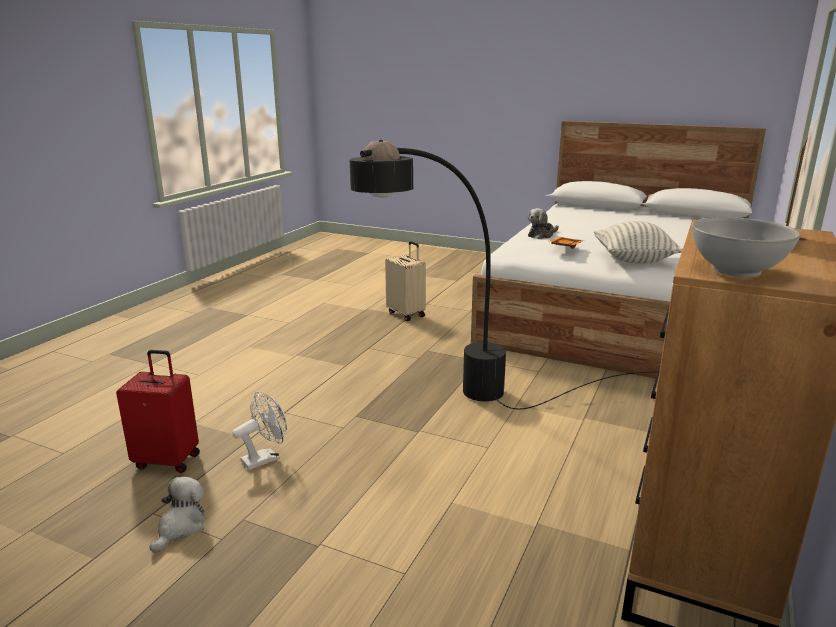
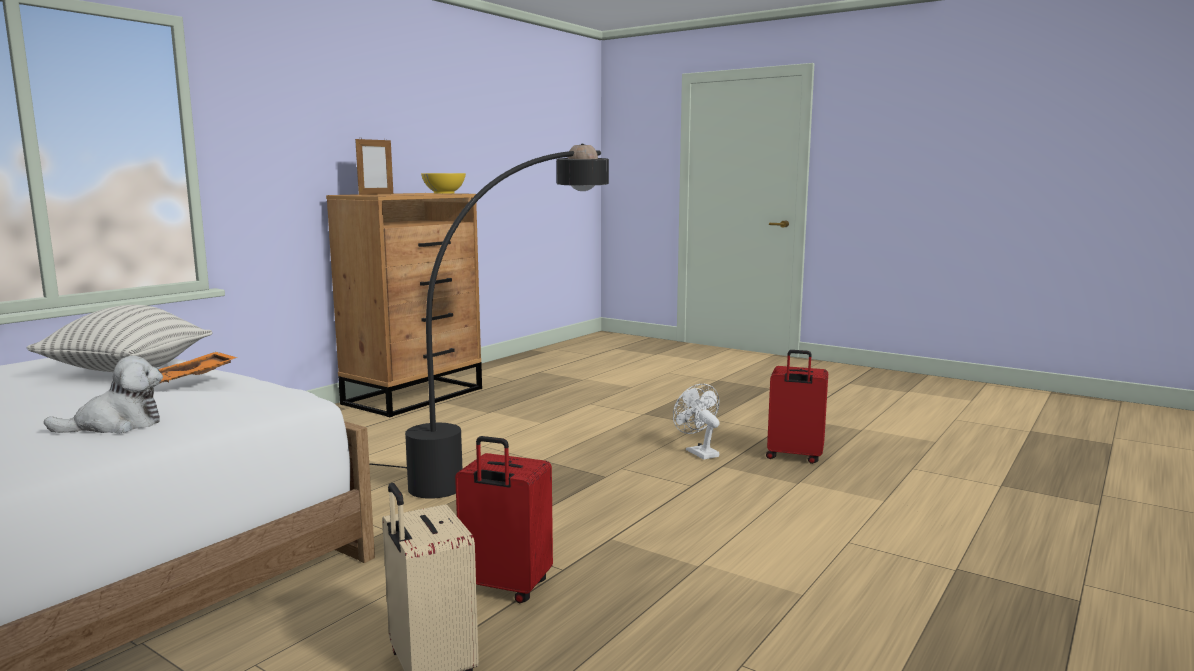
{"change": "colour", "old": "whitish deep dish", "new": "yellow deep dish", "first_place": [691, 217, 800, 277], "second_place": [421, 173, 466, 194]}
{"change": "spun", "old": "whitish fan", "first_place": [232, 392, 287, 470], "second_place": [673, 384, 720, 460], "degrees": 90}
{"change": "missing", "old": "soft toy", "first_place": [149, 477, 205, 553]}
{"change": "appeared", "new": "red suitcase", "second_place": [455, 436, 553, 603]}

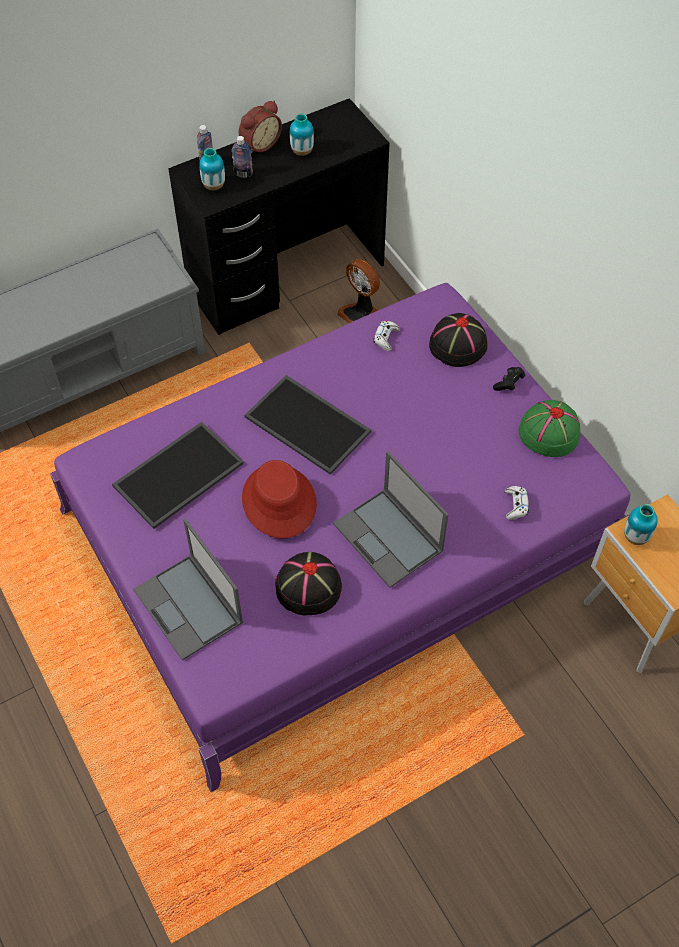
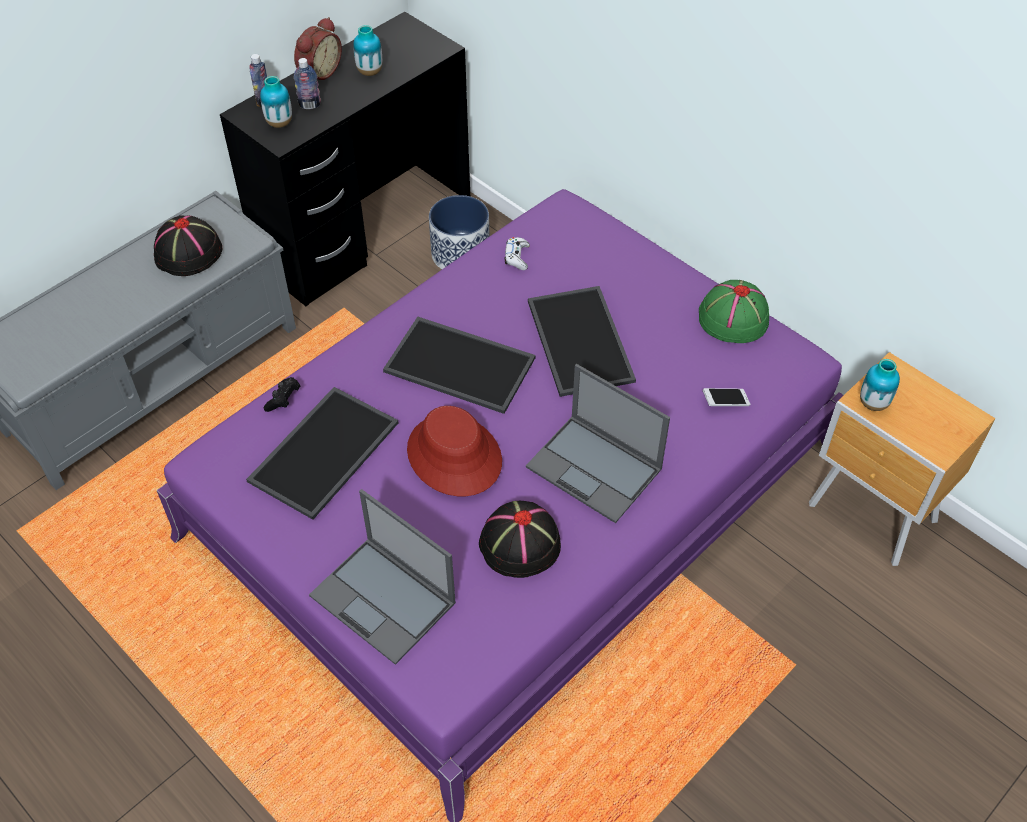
{"change": "exchanged", "old": "fan", "new": "plant pot", "first_place": [337, 259, 380, 323], "second_place": [429, 195, 490, 269]}
{"change": "relocated", "old": "black hat", "first_place": [429, 313, 488, 367], "second_place": [154, 216, 223, 276]}
{"change": "relocated", "old": "black game controller", "first_place": [493, 367, 525, 391], "second_place": [264, 377, 300, 412]}
{"change": "exchanged", "old": "whitish game controller", "new": "handset", "first_place": [504, 486, 529, 520], "second_place": [702, 388, 751, 406]}
{"change": "appeared", "new": "serving tray", "second_place": [528, 286, 636, 397]}

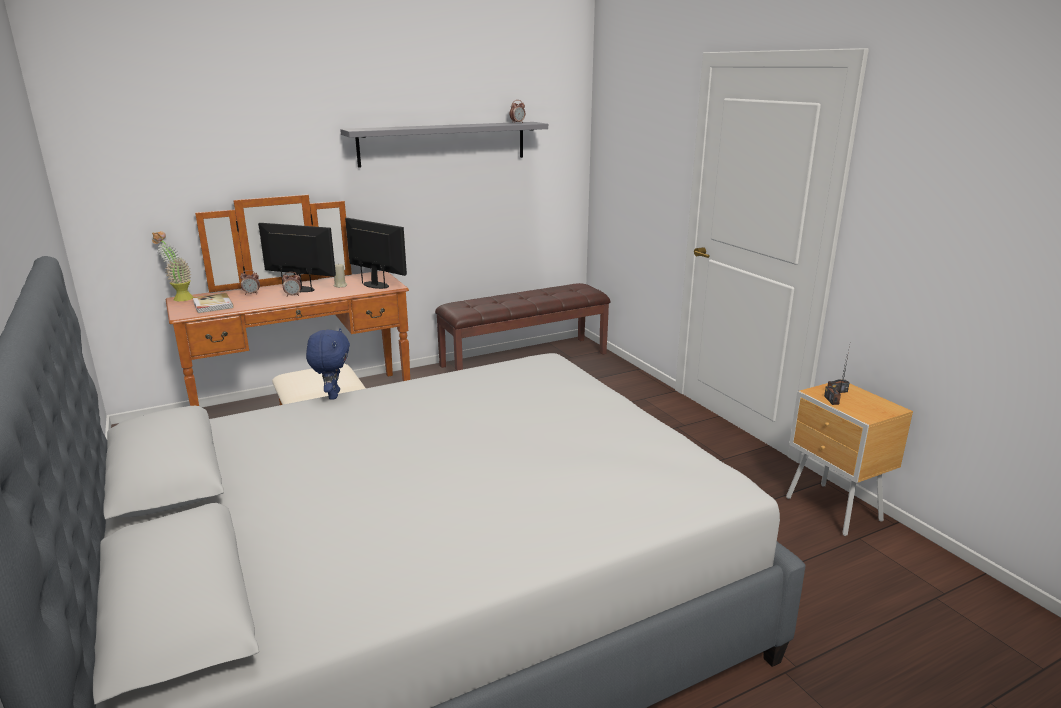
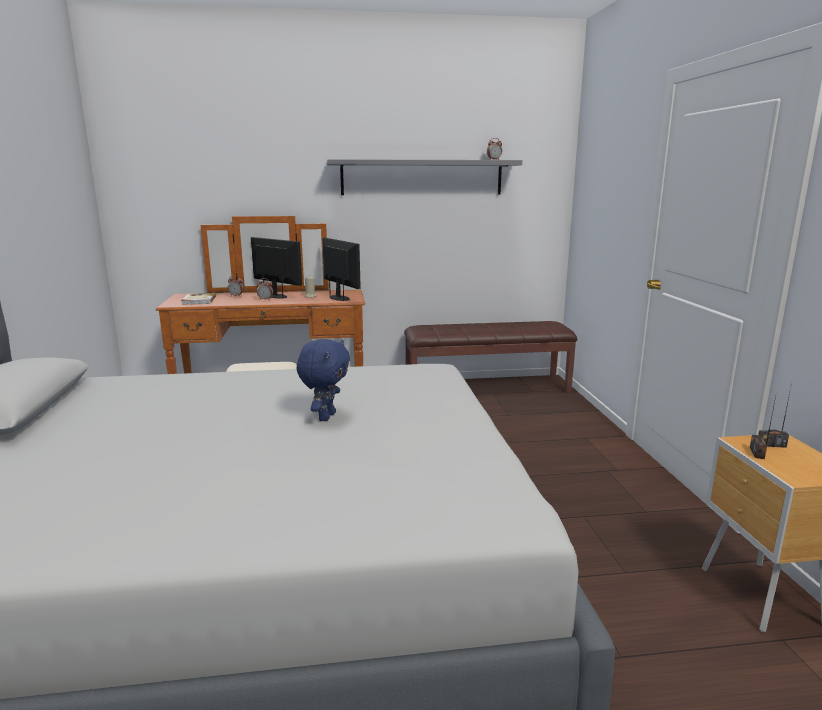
{"change": "missing", "old": "plant in a pot", "first_place": [152, 231, 193, 301]}
{"change": "relocated", "old": "blue soft toy", "first_place": [306, 328, 350, 400], "second_place": [297, 339, 350, 421]}

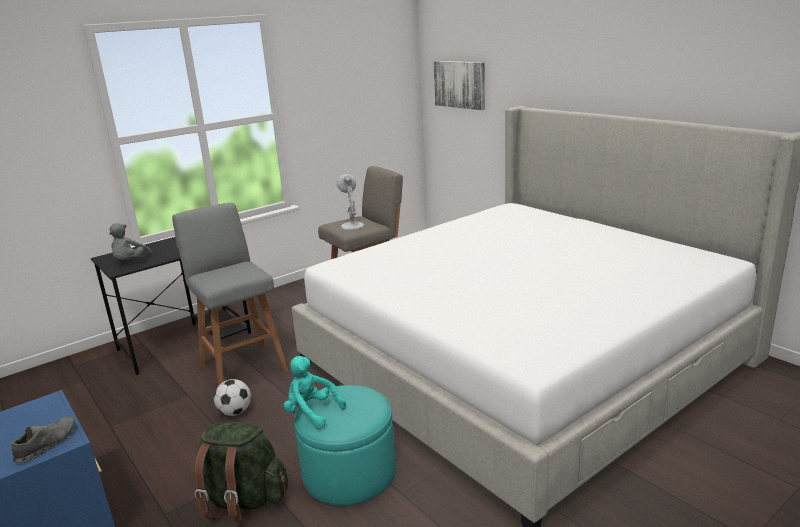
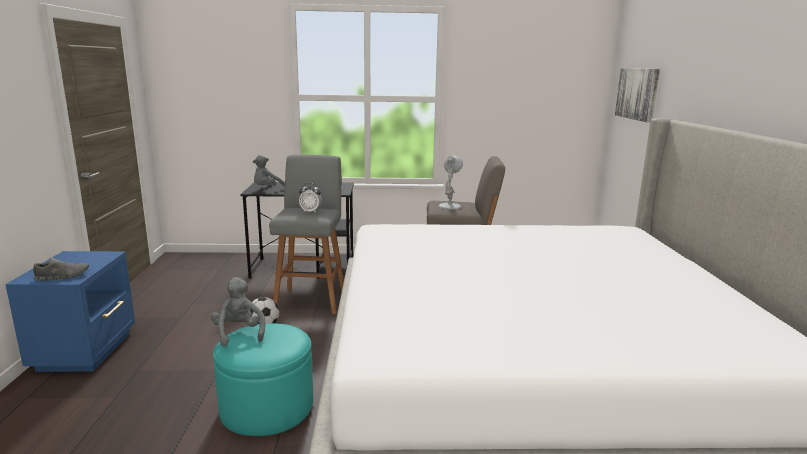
{"change": "colour", "old": "turquoise soft toy", "new": "grey soft toy", "first_place": [284, 356, 346, 428], "second_place": [211, 277, 265, 347]}
{"change": "missing", "old": "green rucksack", "first_place": [194, 421, 288, 522]}
{"change": "appeared", "new": "table clock", "second_place": [299, 183, 322, 213]}

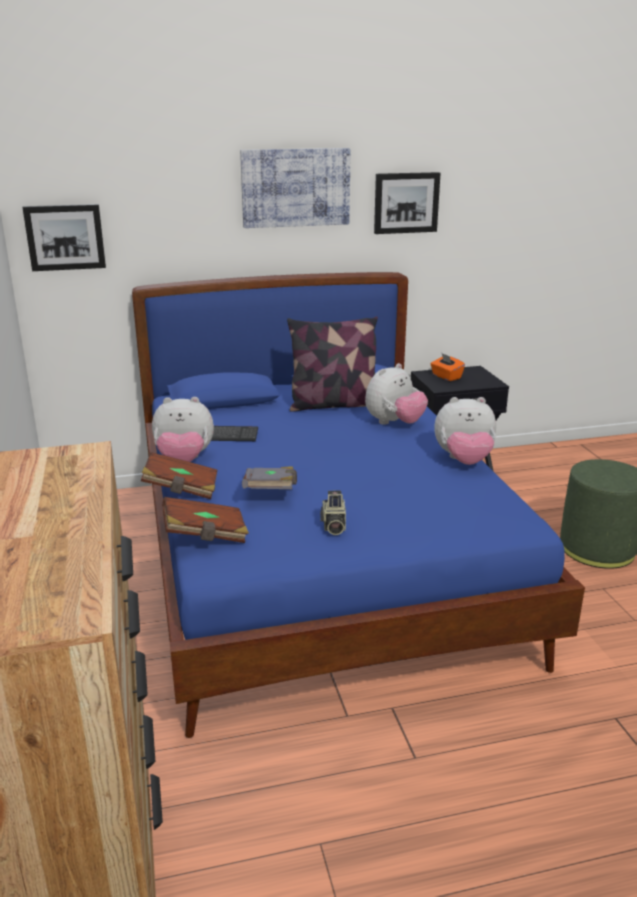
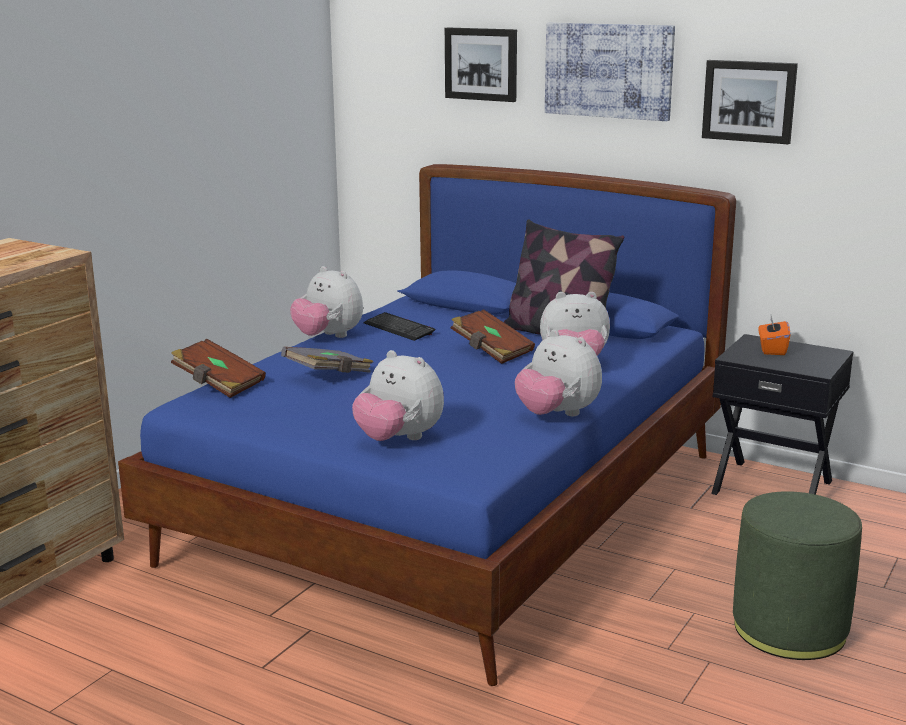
{"change": "relocated", "old": "wall picture", "first_place": [22, 204, 106, 271], "second_place": [445, 28, 517, 102]}
{"change": "relocated", "old": "brown volume", "first_place": [141, 452, 218, 499], "second_place": [451, 309, 535, 364]}
{"change": "missing", "old": "photo camera", "first_place": [320, 491, 346, 535]}
{"change": "appeared", "new": "soft toy", "second_place": [352, 350, 444, 441]}

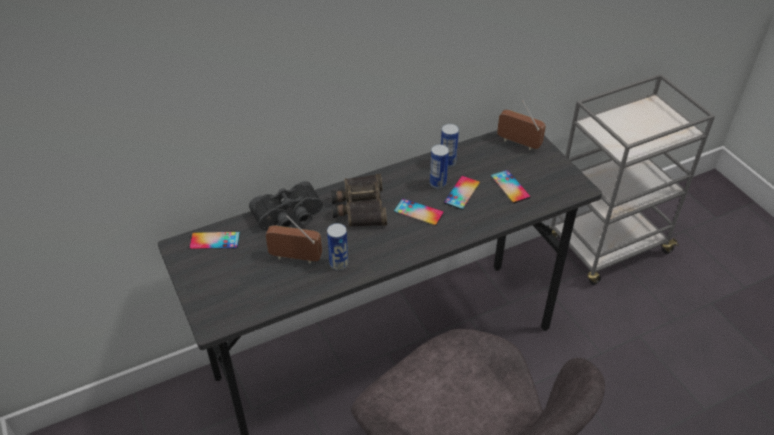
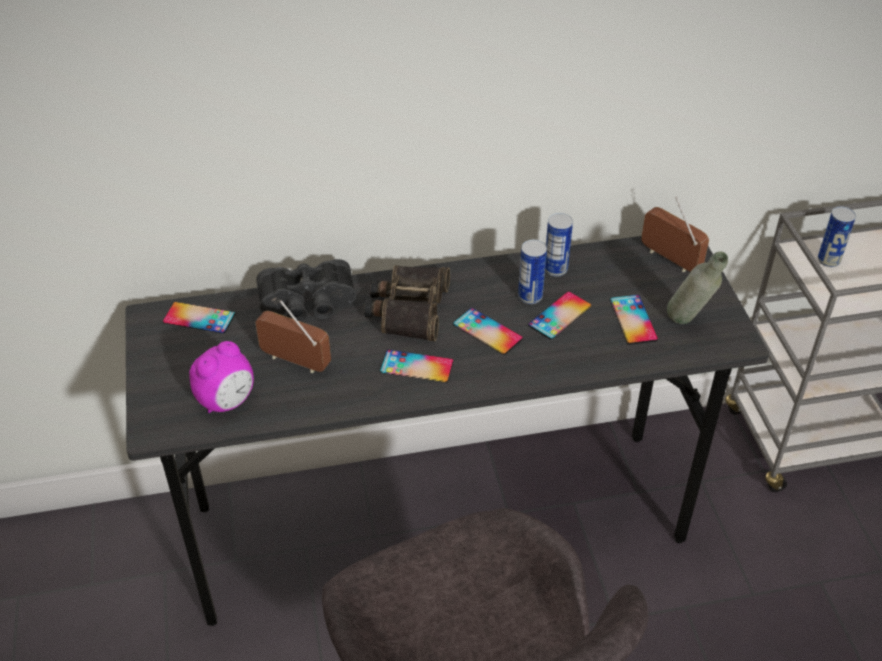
{"change": "relocated", "old": "metal can", "first_place": [327, 223, 348, 270], "second_place": [818, 207, 856, 267]}
{"change": "appeared", "new": "grey drink bottle", "second_place": [667, 251, 728, 324]}
{"change": "appeared", "new": "table clock", "second_place": [189, 341, 254, 413]}
{"change": "appeared", "new": "handset", "second_place": [380, 350, 453, 383]}

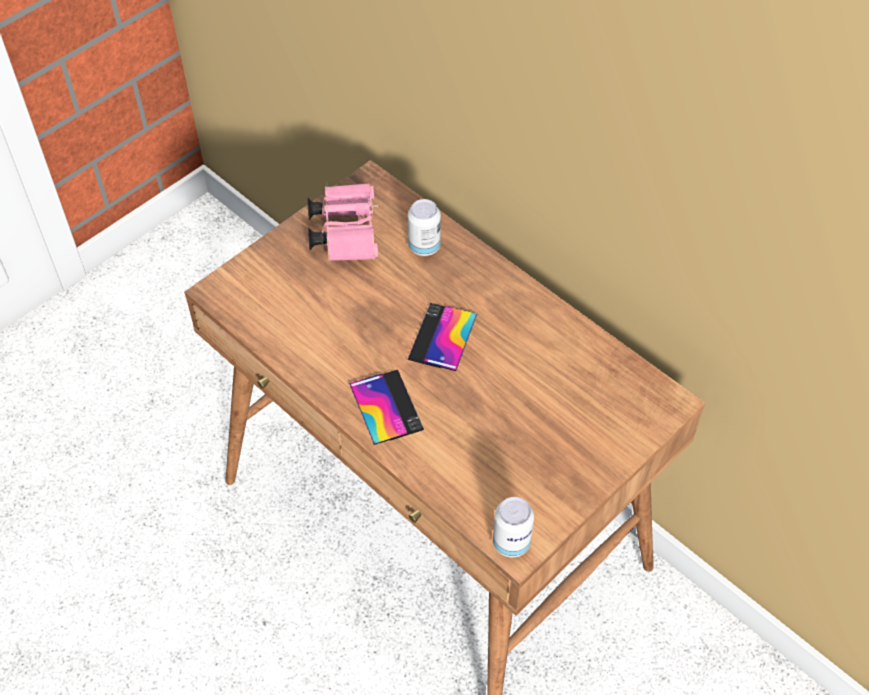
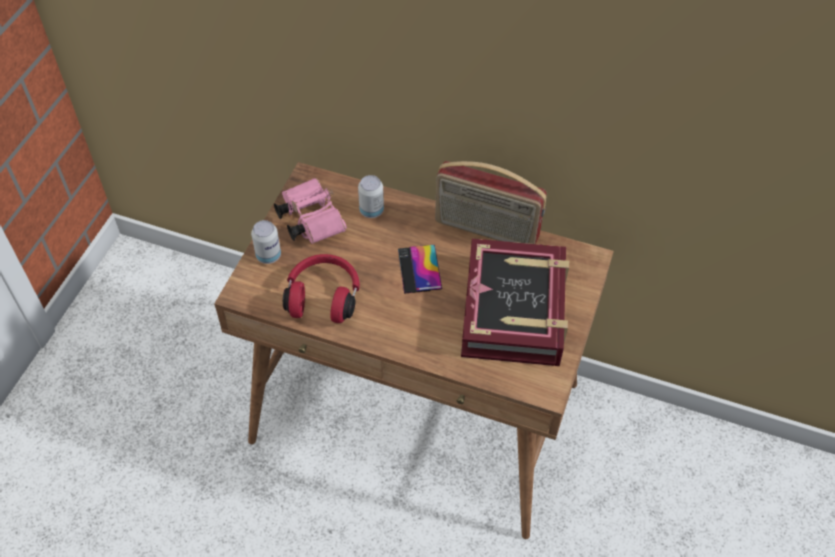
{"change": "missing", "old": "handset", "first_place": [349, 370, 424, 445]}
{"change": "relocated", "old": "metal can", "first_place": [493, 497, 534, 557], "second_place": [251, 220, 281, 264]}
{"change": "appeared", "new": "radio set", "second_place": [435, 161, 547, 244]}
{"change": "appeared", "new": "volume", "second_place": [461, 239, 569, 366]}
{"change": "appeared", "new": "red headphones", "second_place": [283, 254, 360, 323]}

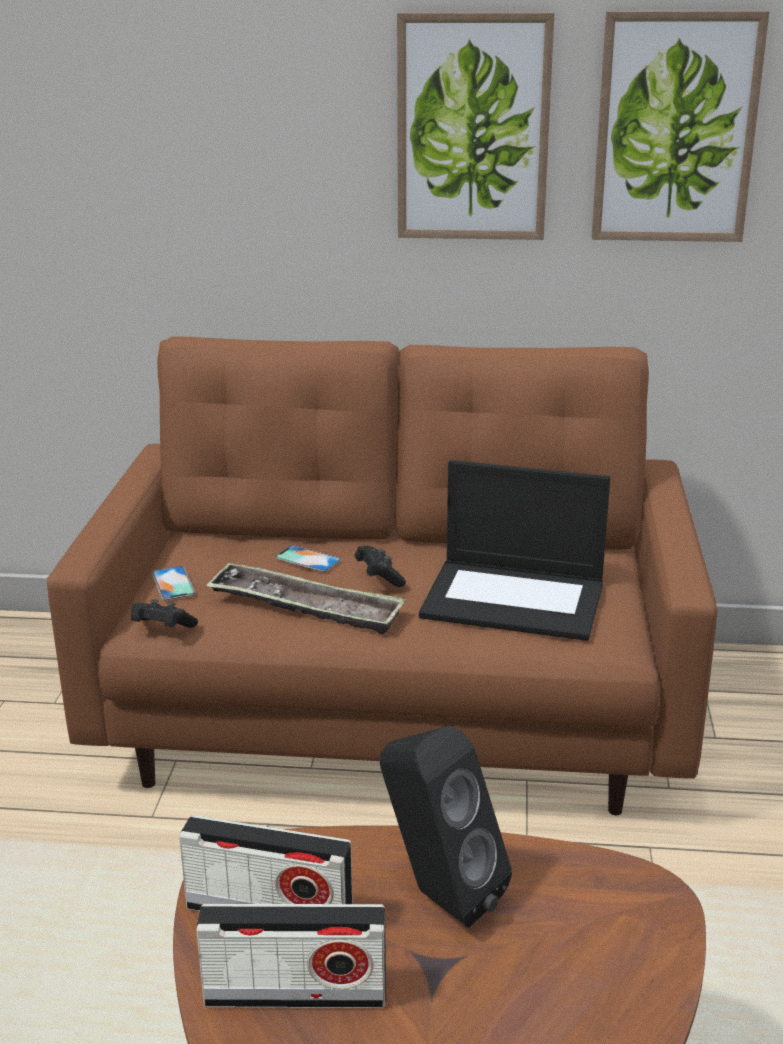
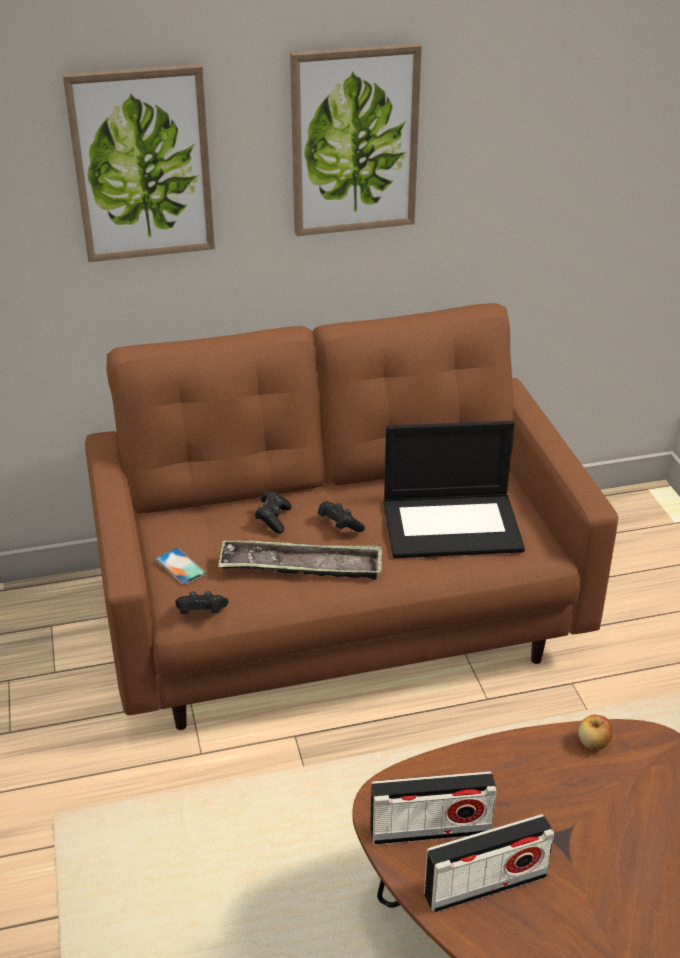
{"change": "relocated", "old": "wall picture", "first_place": [592, 11, 769, 242], "second_place": [63, 64, 215, 262]}
{"change": "exchanged", "old": "handset", "new": "black game controller", "first_place": [275, 545, 341, 572], "second_place": [255, 491, 292, 534]}
{"change": "missing", "old": "black speaker", "first_place": [380, 726, 512, 928]}
{"change": "appeared", "new": "apple", "second_place": [578, 714, 612, 750]}

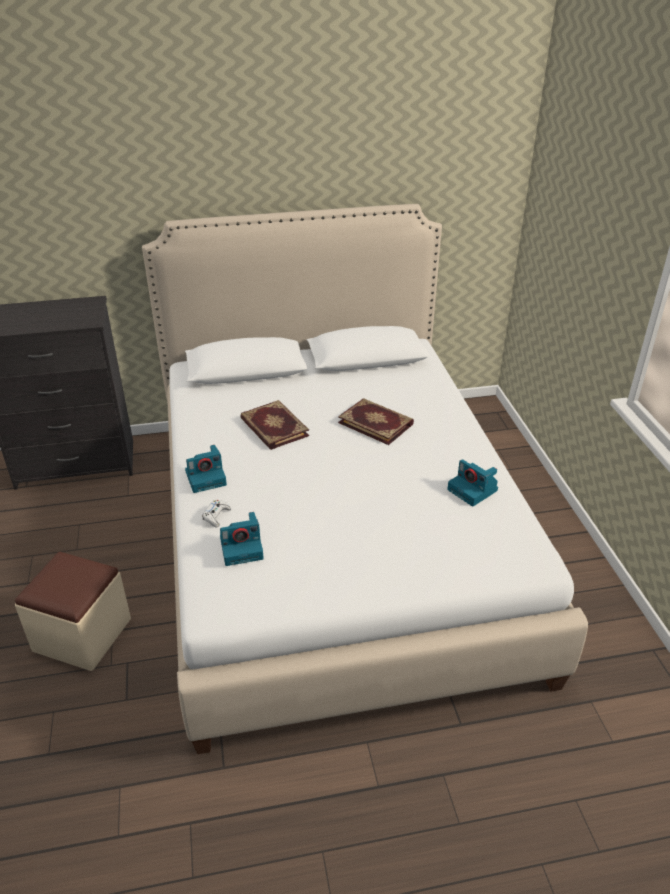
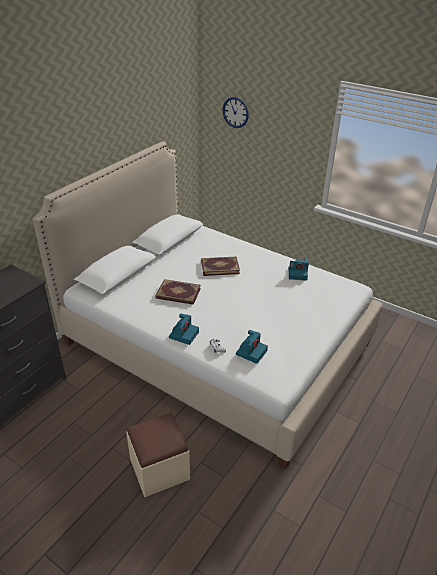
{"change": "appeared", "new": "hanging clock", "second_place": [222, 97, 249, 128]}

